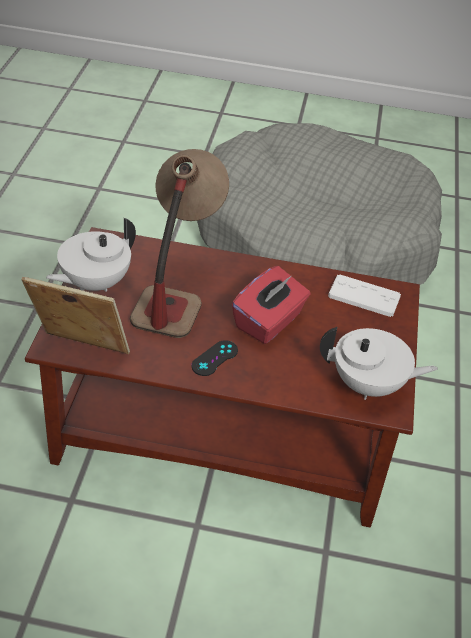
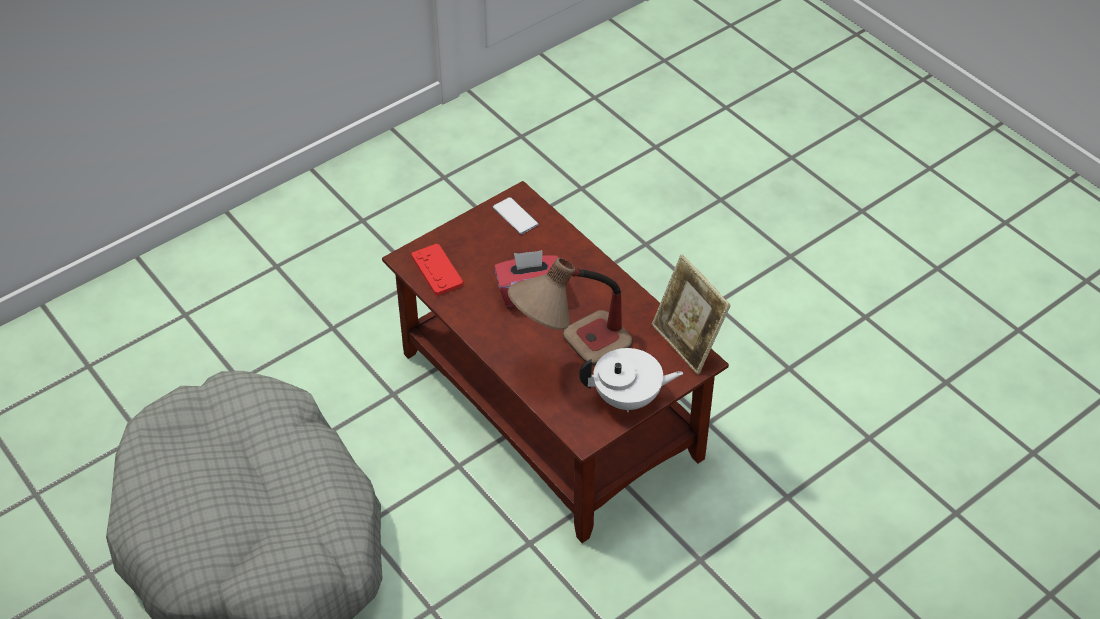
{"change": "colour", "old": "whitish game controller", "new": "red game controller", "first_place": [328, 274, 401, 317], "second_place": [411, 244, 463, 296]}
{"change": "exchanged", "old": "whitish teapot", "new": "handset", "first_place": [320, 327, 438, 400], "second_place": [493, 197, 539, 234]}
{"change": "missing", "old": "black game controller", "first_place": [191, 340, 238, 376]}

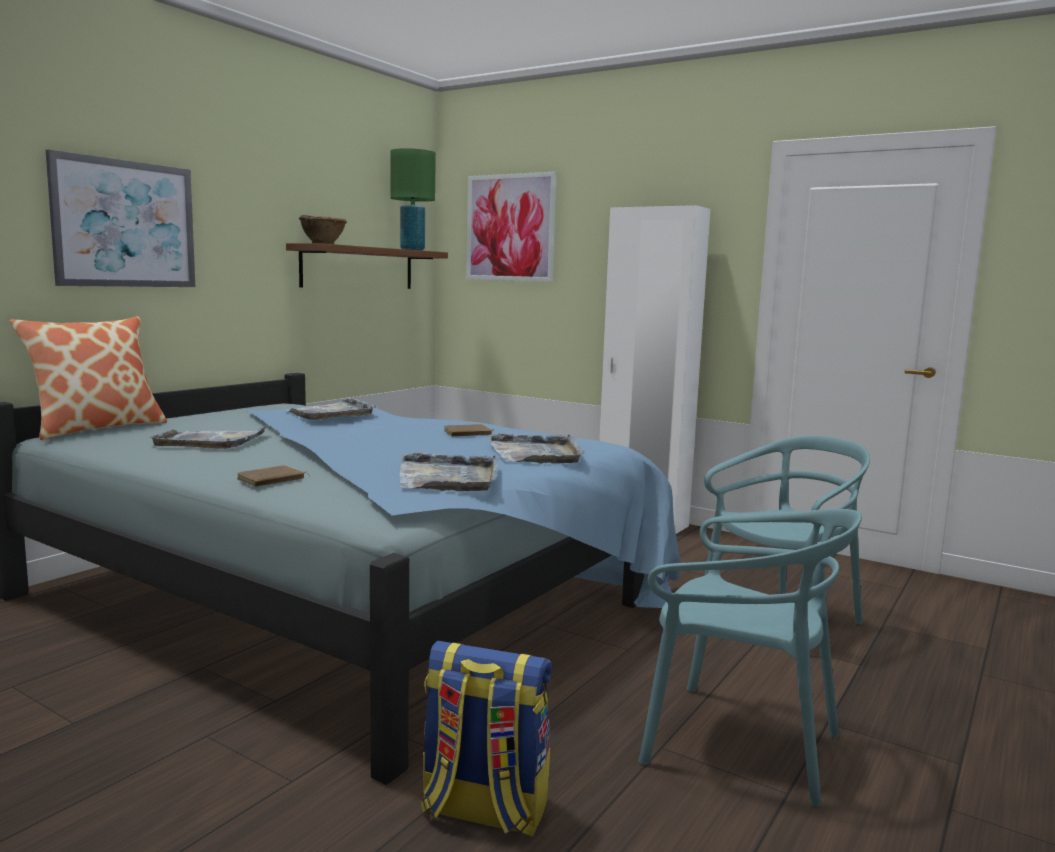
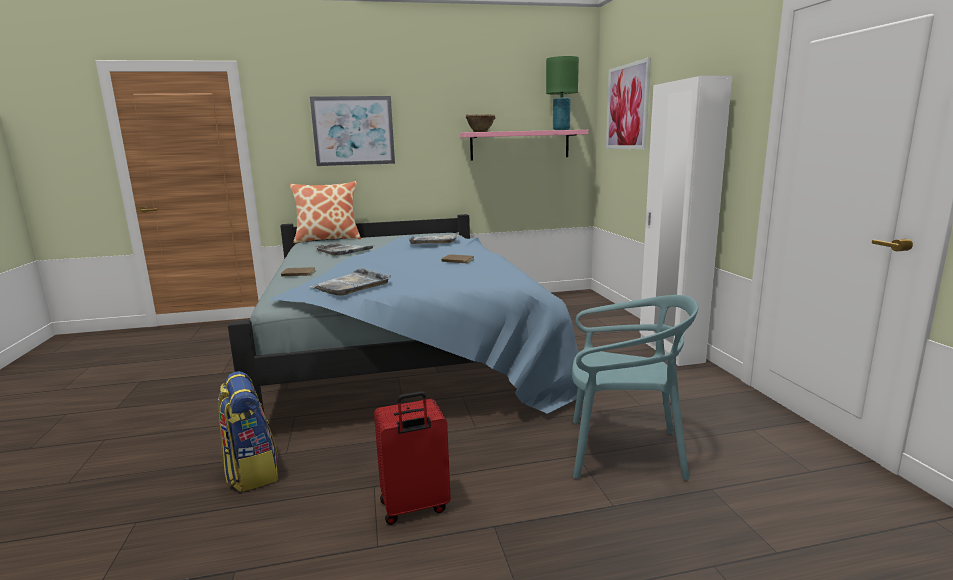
{"change": "colour", "old": "brown bracket shelf", "new": "pinkish bracket shelf", "first_place": [286, 243, 448, 289], "second_place": [460, 130, 588, 161]}
{"change": "missing", "old": "grey serving tray", "first_place": [488, 433, 585, 464]}
{"change": "exchanged", "old": "turquoise chair", "new": "red suitcase", "first_place": [638, 509, 862, 806], "second_place": [374, 391, 451, 525]}

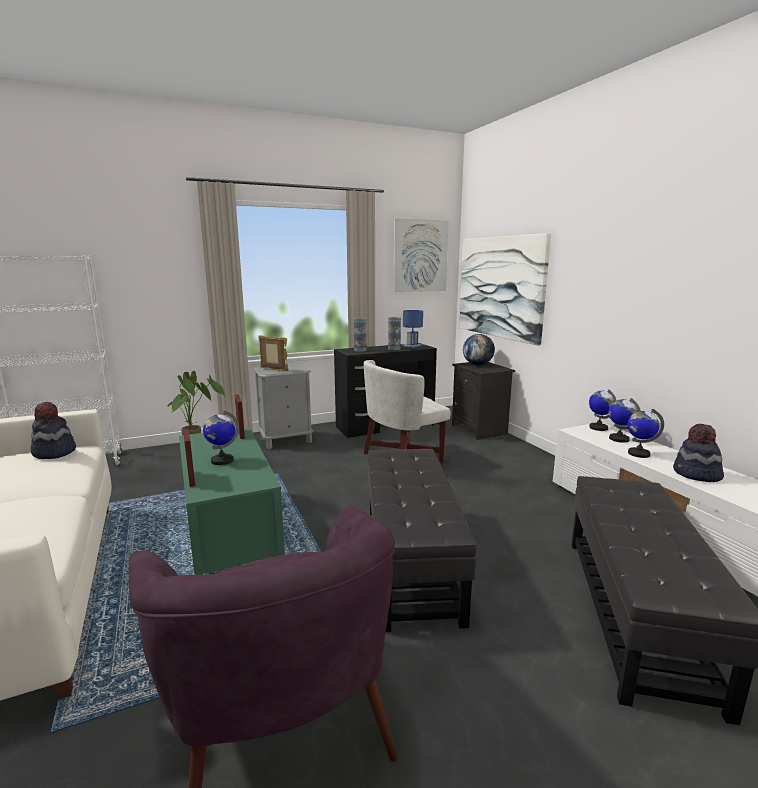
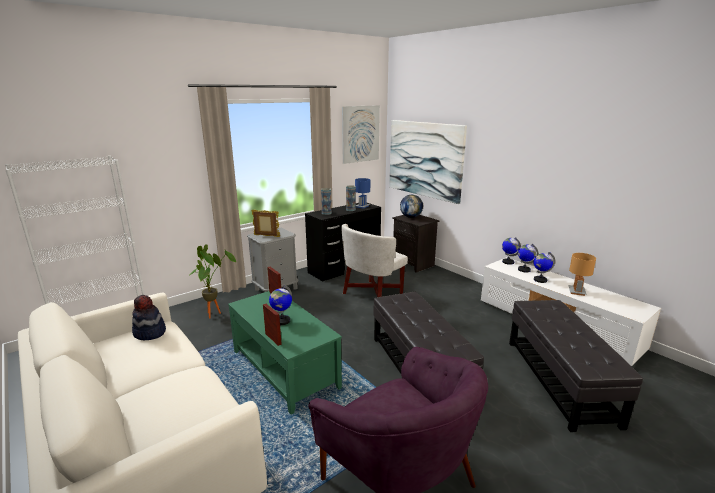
{"change": "exchanged", "old": "hat", "new": "brown table lamp", "first_place": [673, 424, 724, 482], "second_place": [569, 253, 596, 296]}

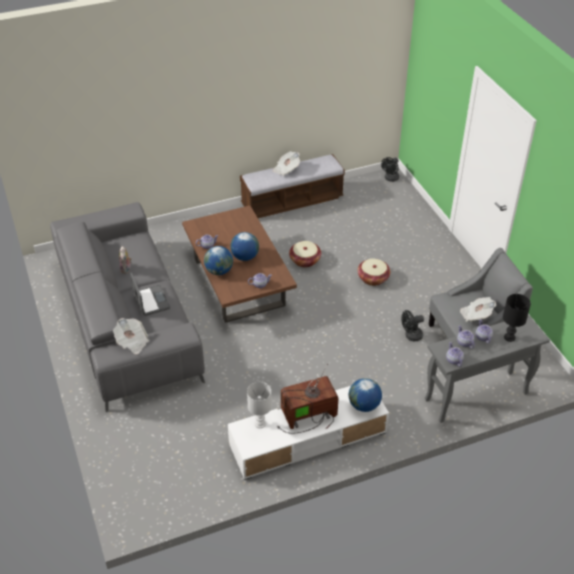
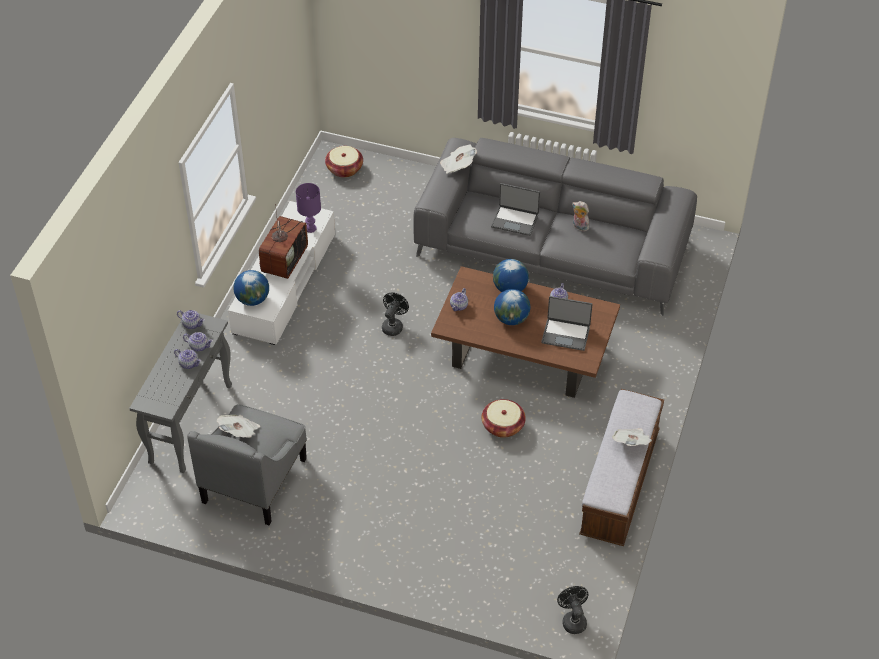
{"change": "relocated", "old": "storage basket", "first_place": [358, 259, 390, 286], "second_place": [325, 146, 363, 178]}
{"change": "missing", "old": "black table lamp", "first_place": [503, 294, 531, 342]}
{"change": "relocated", "old": "black fan", "first_place": [401, 310, 424, 341], "second_place": [382, 292, 409, 336]}
{"change": "colour", "old": "whitish table lamp", "new": "purplish table lamp", "first_place": [247, 382, 272, 428], "second_place": [296, 183, 321, 233]}
{"change": "appeared", "new": "notebook computer", "second_place": [541, 296, 593, 351]}

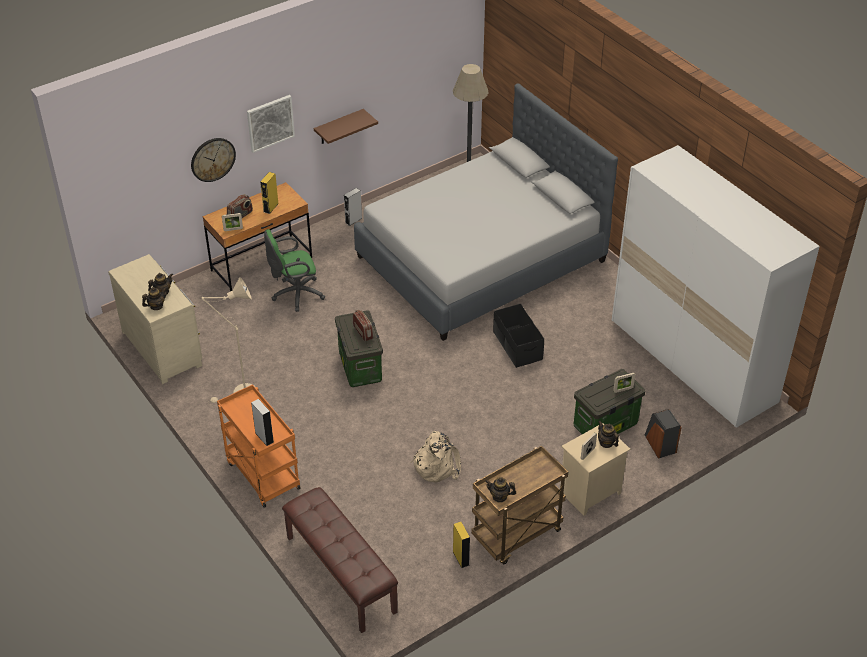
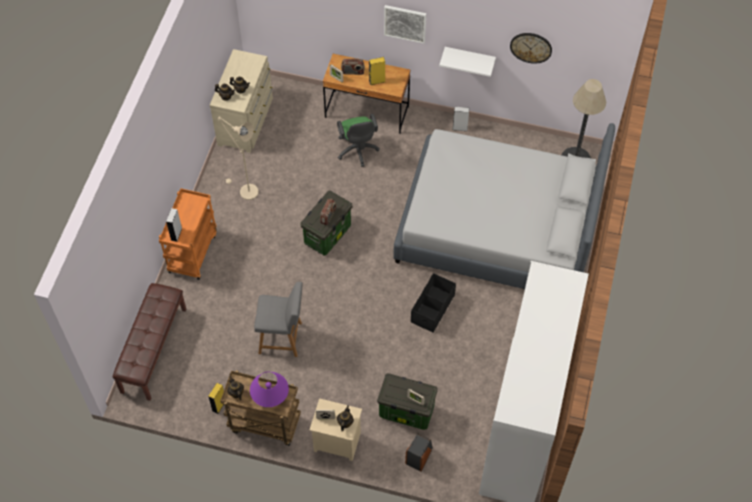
{"change": "colour", "old": "brown bracket shelf", "new": "whitish bracket shelf", "first_place": [314, 109, 378, 144], "second_place": [439, 47, 496, 77]}
{"change": "relocated", "old": "hanging clock", "first_place": [191, 138, 236, 182], "second_place": [510, 33, 552, 64]}
{"change": "spun", "old": "green computer chair", "first_place": [264, 229, 325, 312], "second_place": [337, 114, 379, 167], "degrees": -135}
{"change": "exchanged", "old": "beige-coloured rucksack", "new": "grey chair", "first_place": [411, 431, 461, 483], "second_place": [254, 282, 302, 357]}
{"change": "appeared", "new": "purplish table lamp", "second_place": [250, 371, 289, 407]}

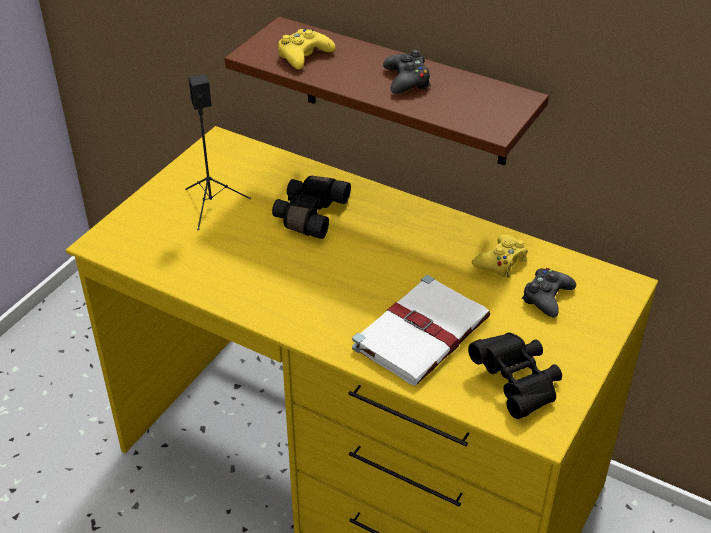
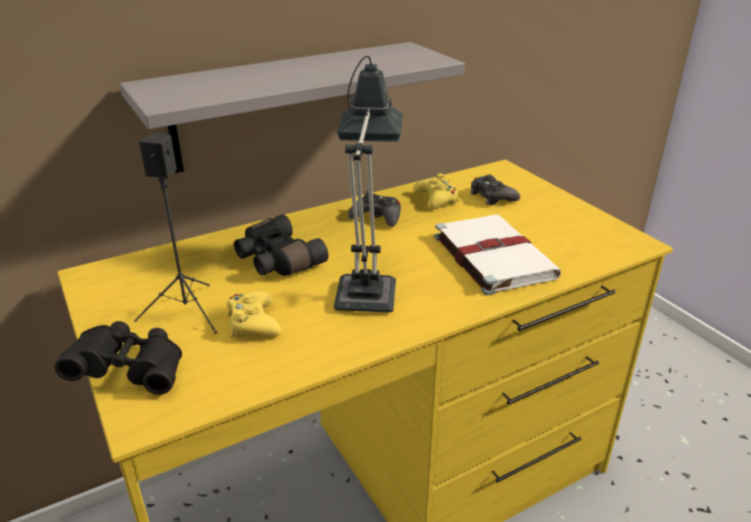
{"change": "colour", "old": "brown bracket shelf", "new": "grey bracket shelf", "first_place": [224, 17, 549, 166], "second_place": [119, 42, 465, 173]}
{"change": "relocated", "old": "yellow game controller", "first_place": [278, 28, 336, 69], "second_place": [227, 291, 281, 339]}
{"change": "relocated", "old": "black game controller", "first_place": [383, 49, 431, 94], "second_place": [348, 191, 401, 227]}
{"change": "relocated", "old": "black field glasses", "first_place": [468, 332, 562, 419], "second_place": [55, 321, 182, 395]}
{"change": "appeared", "new": "table lamp", "second_place": [334, 56, 403, 313]}

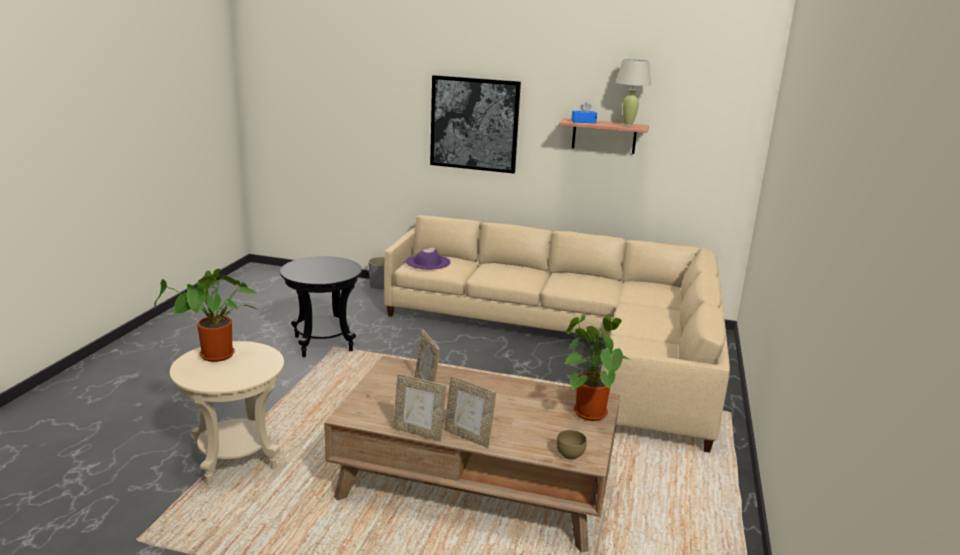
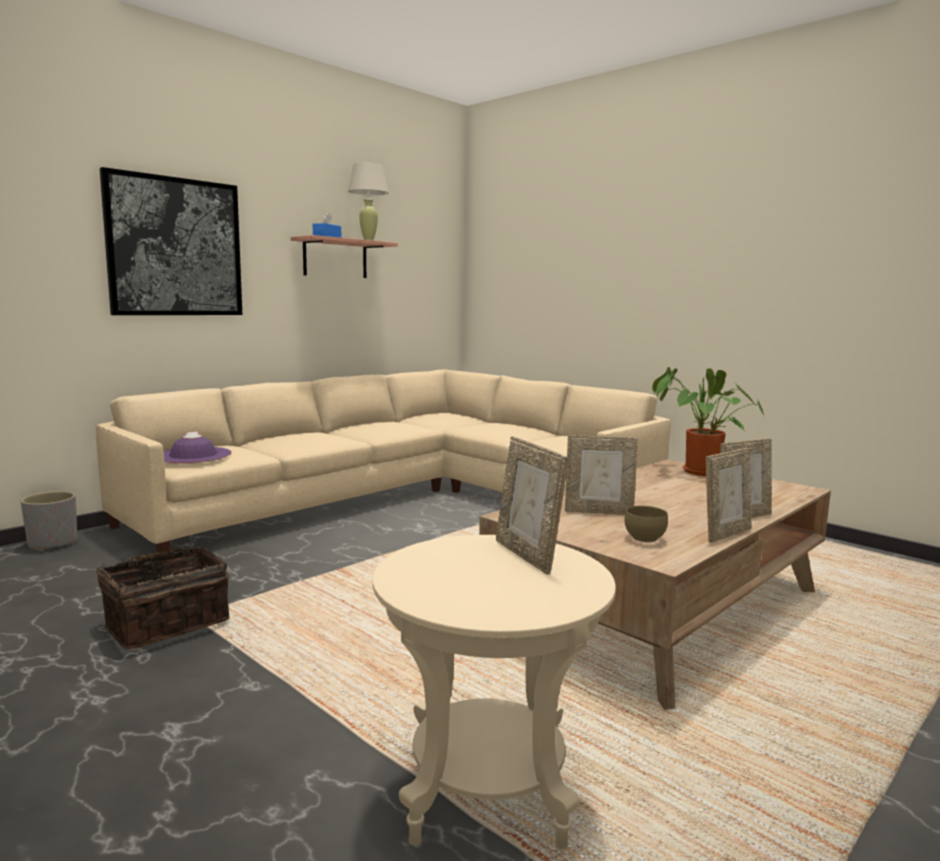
{"change": "exchanged", "old": "black accent table", "new": "storage basket", "first_place": [280, 256, 362, 358], "second_place": [96, 547, 229, 649]}
{"change": "missing", "old": "plant in a pot", "first_place": [154, 269, 257, 362]}
{"change": "relocated", "old": "brown deep dish", "first_place": [556, 430, 587, 460], "second_place": [624, 506, 668, 543]}
{"change": "appeared", "new": "standing frame", "second_place": [496, 436, 569, 574]}

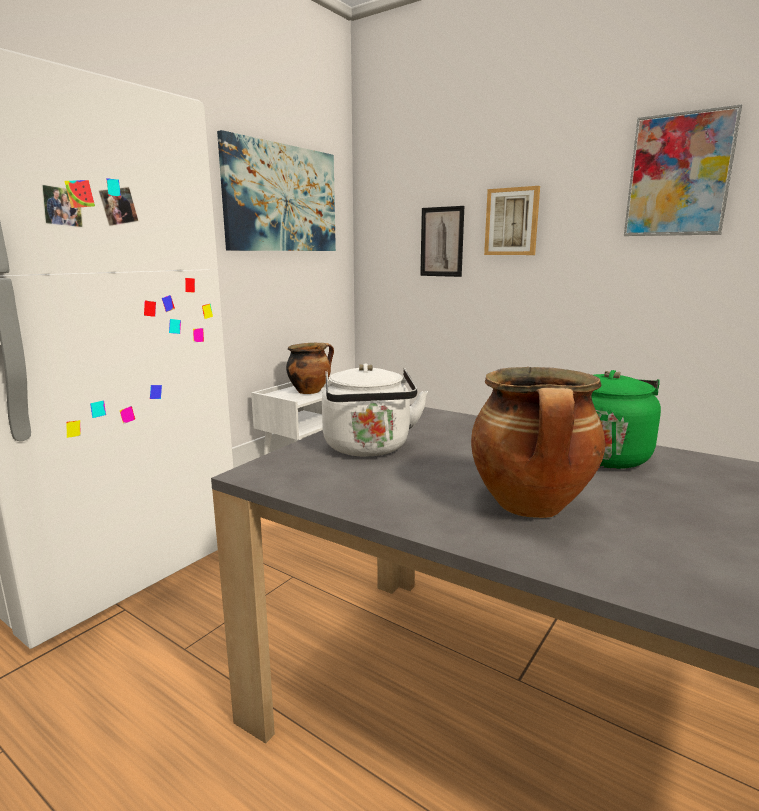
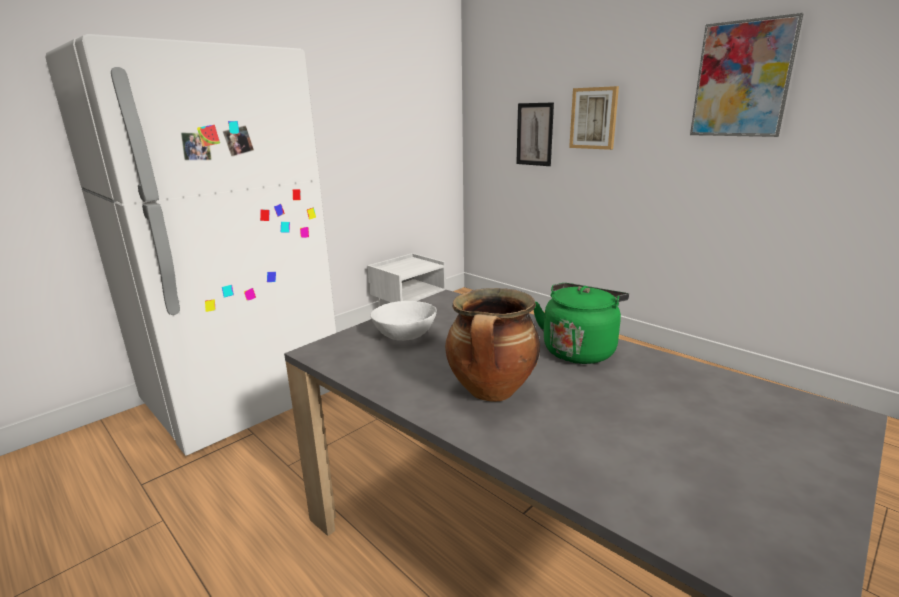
{"change": "missing", "old": "wall picture", "first_place": [217, 130, 336, 251]}
{"change": "missing", "old": "saucepot", "first_place": [286, 343, 334, 394]}
{"change": "exchanged", "old": "whitish kettle", "new": "whitish deep dish", "first_place": [322, 363, 428, 456], "second_place": [370, 301, 437, 341]}

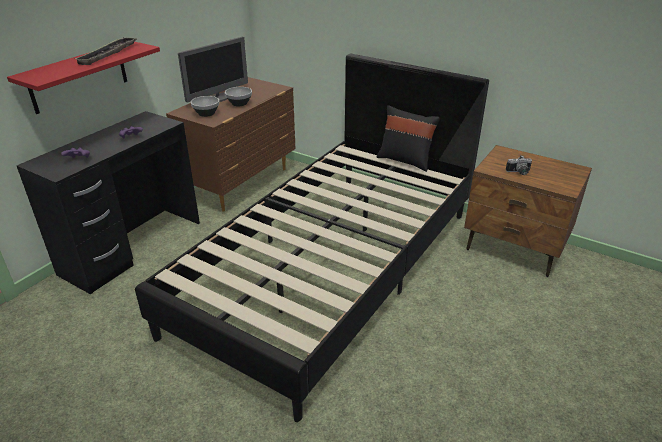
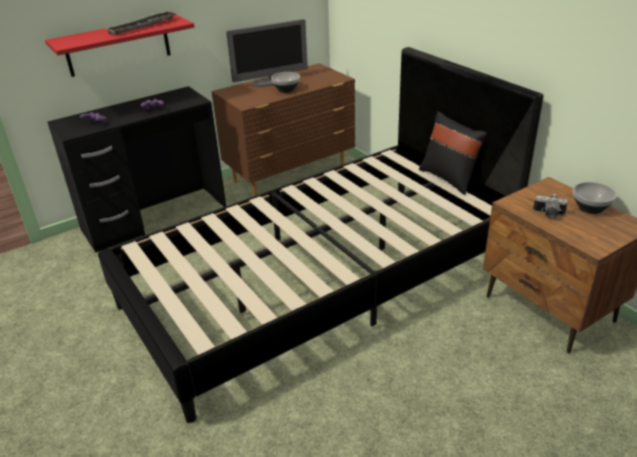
{"change": "relocated", "old": "deep dish", "first_place": [191, 96, 219, 117], "second_place": [573, 182, 617, 214]}

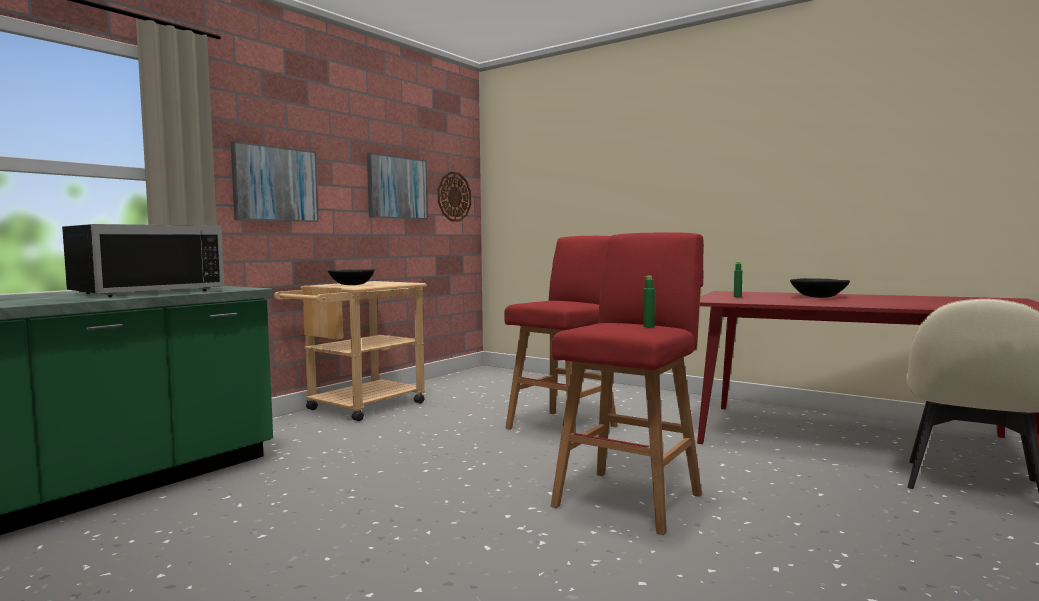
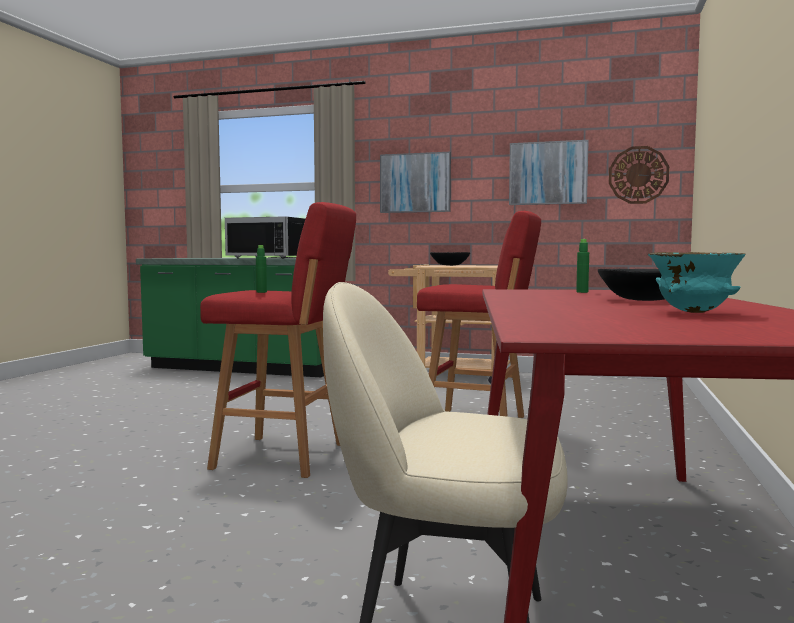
{"change": "appeared", "new": "turquoise deep dish", "second_place": [648, 252, 746, 313]}

